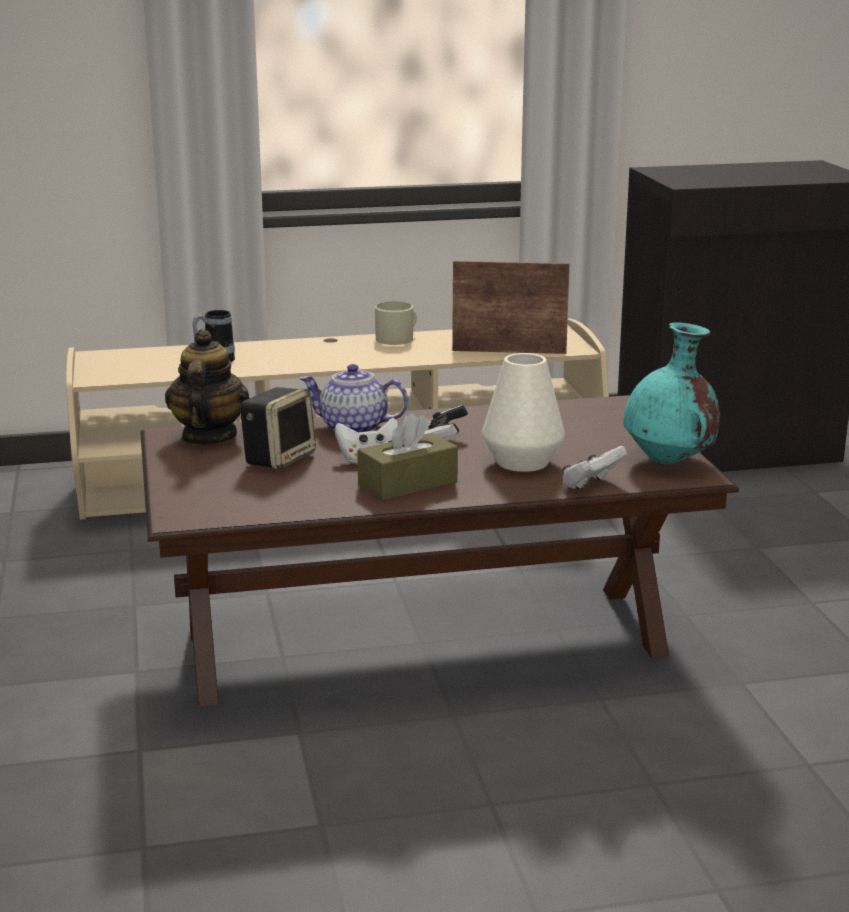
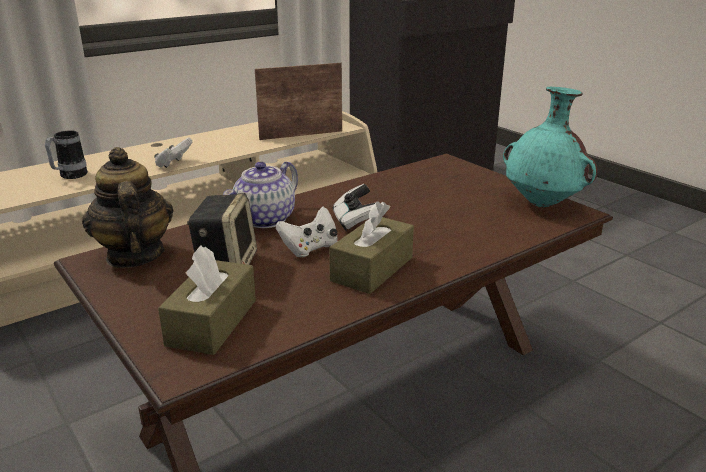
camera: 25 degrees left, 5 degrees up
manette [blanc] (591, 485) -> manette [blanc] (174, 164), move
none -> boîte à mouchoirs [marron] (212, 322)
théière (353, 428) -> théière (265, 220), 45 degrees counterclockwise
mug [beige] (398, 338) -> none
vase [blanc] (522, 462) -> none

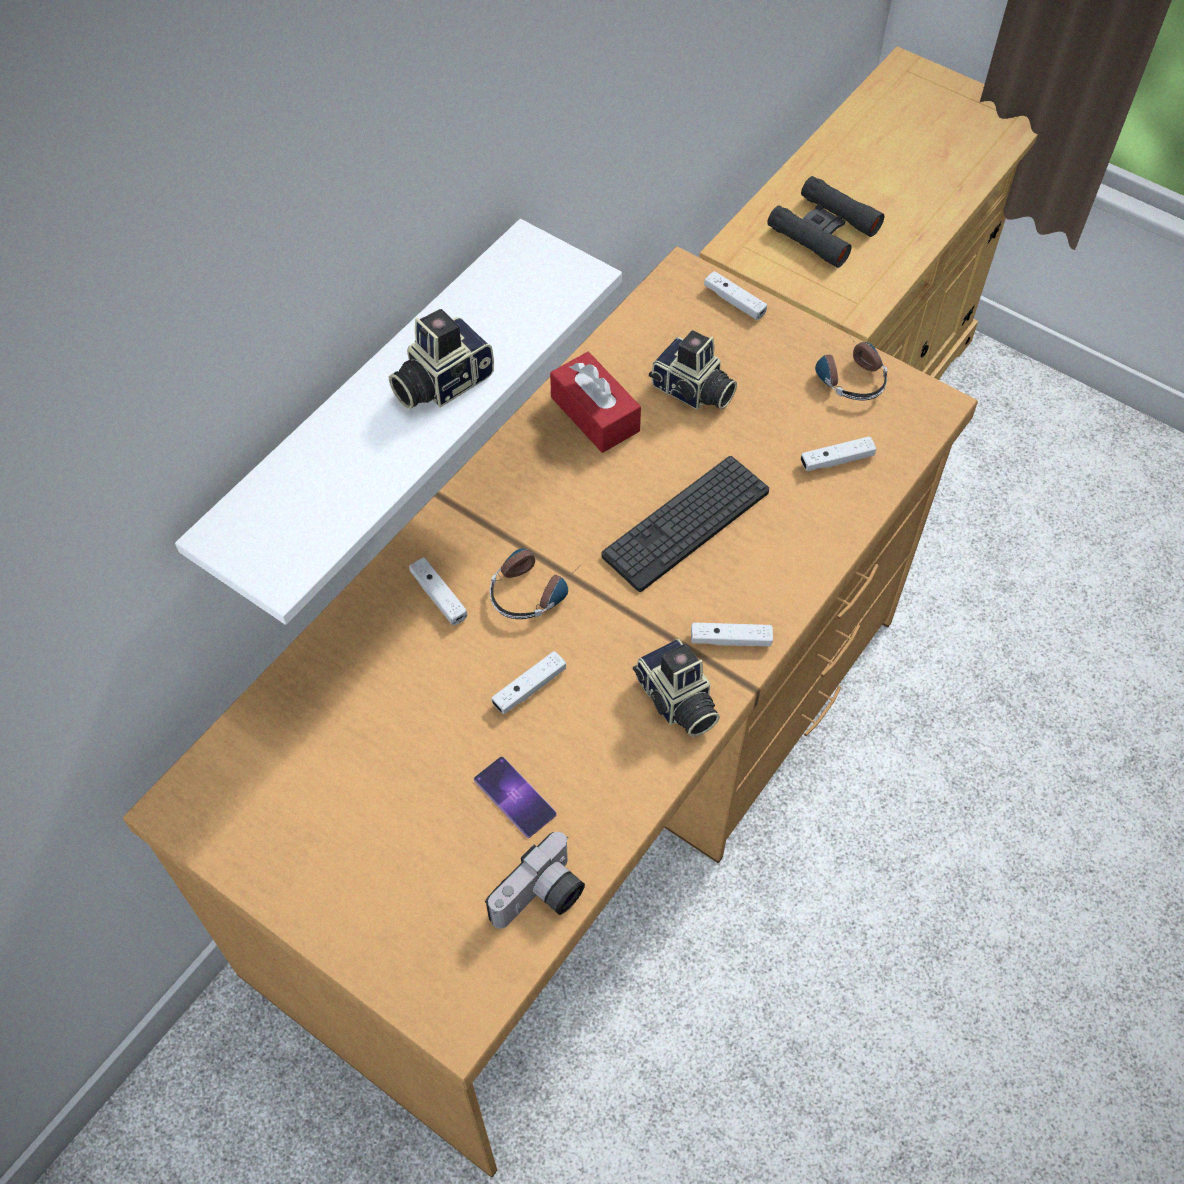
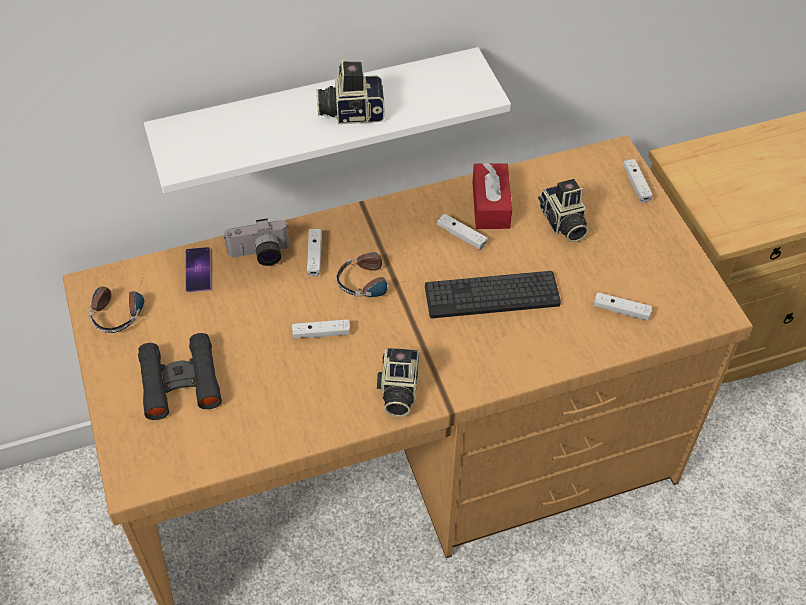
camera: 35 degrees right, 5 degrees down
casque audio (846, 373) -> casque audio (119, 308), move
jumelles [noir] (823, 230) -> jumelles [noir] (180, 381), move
téléphone (515, 797) -> téléphone (198, 270), move
appareil photo (541, 899) -> appareil photo (260, 255), move
manette [blanc] (730, 640) -> manette [blanc] (461, 236), move

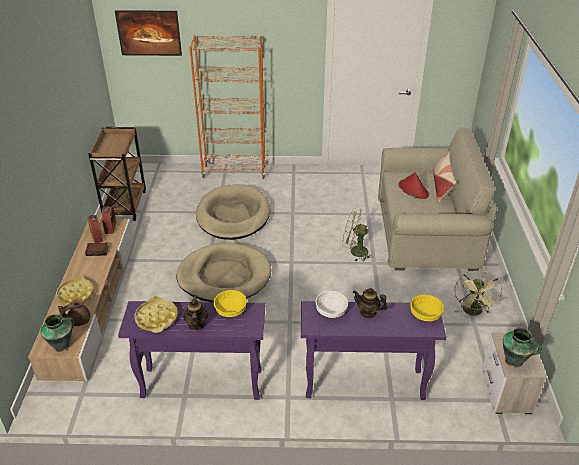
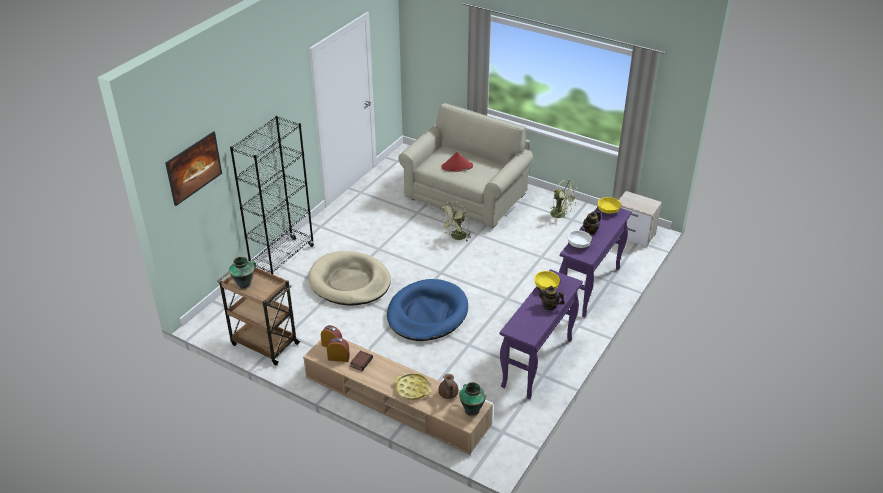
camera: 60 degrees left, 0 degrees up
vase (514, 361) -> vase (245, 284), move
bibliothèque [orange] (234, 172) -> bibliothèque [noir] (282, 259)
panier pour chien [beige] (224, 276) -> panier pour chien [bleu] (427, 313)
plateau [jaune] (157, 318) -> none
coussin (441, 186) -> none

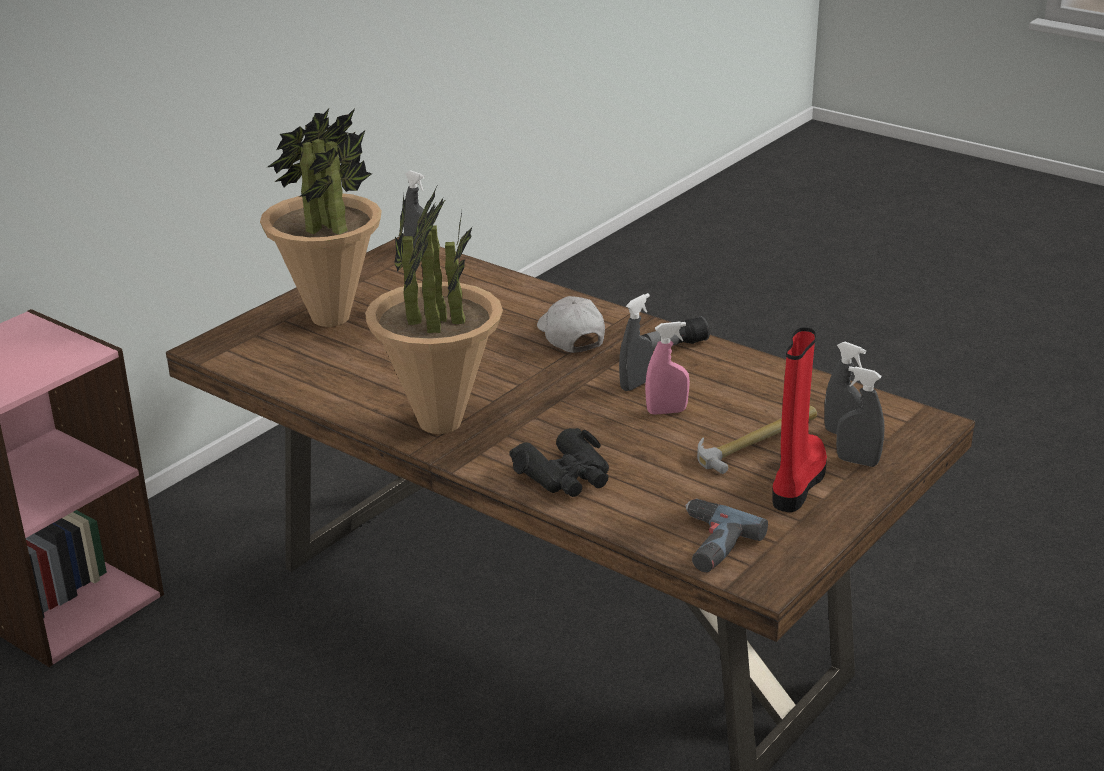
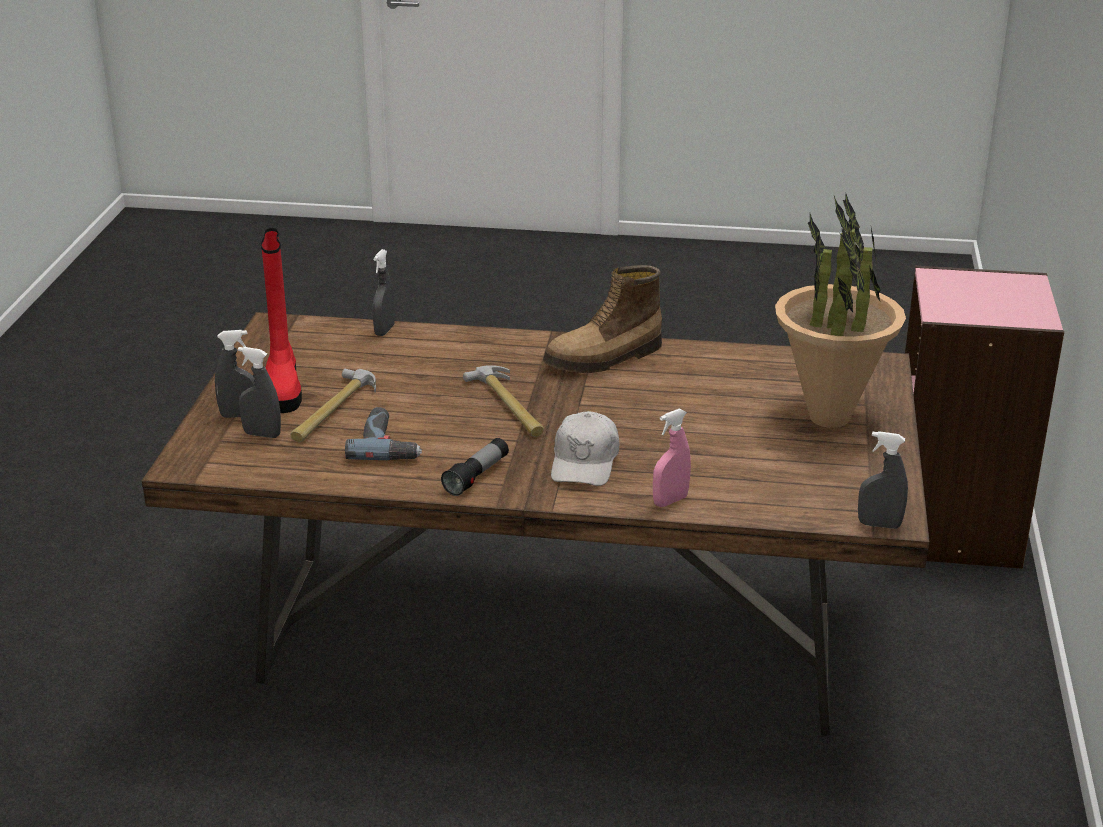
camera: 150 degrees right, 0 degrees up
perceuse (708, 544) -> perceuse (388, 444), move
vaporisateur [gris] (635, 385) -> vaporisateur [gris] (384, 330), move
none -> marteau (508, 405)
plante en pot (439, 422) -> botte (605, 359)
casquette [blanc] (570, 336) -> casquette [blanc] (585, 462), 60 degrees clockwise
vaporisateur [rose] (666, 411) -> vaporisateur [rose] (670, 501), move
jumelles [noir] (565, 476) -> none

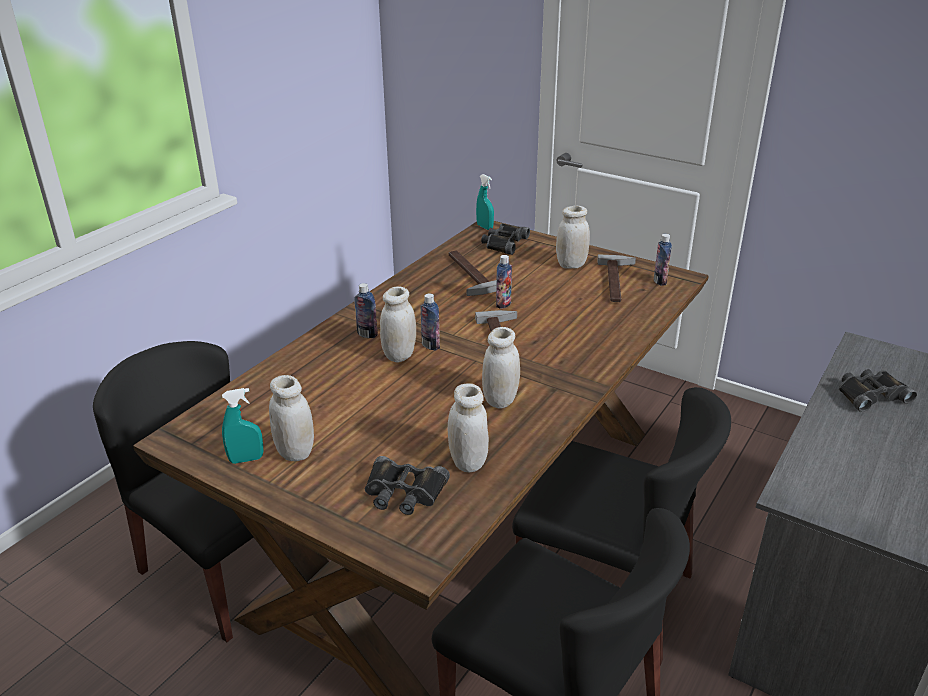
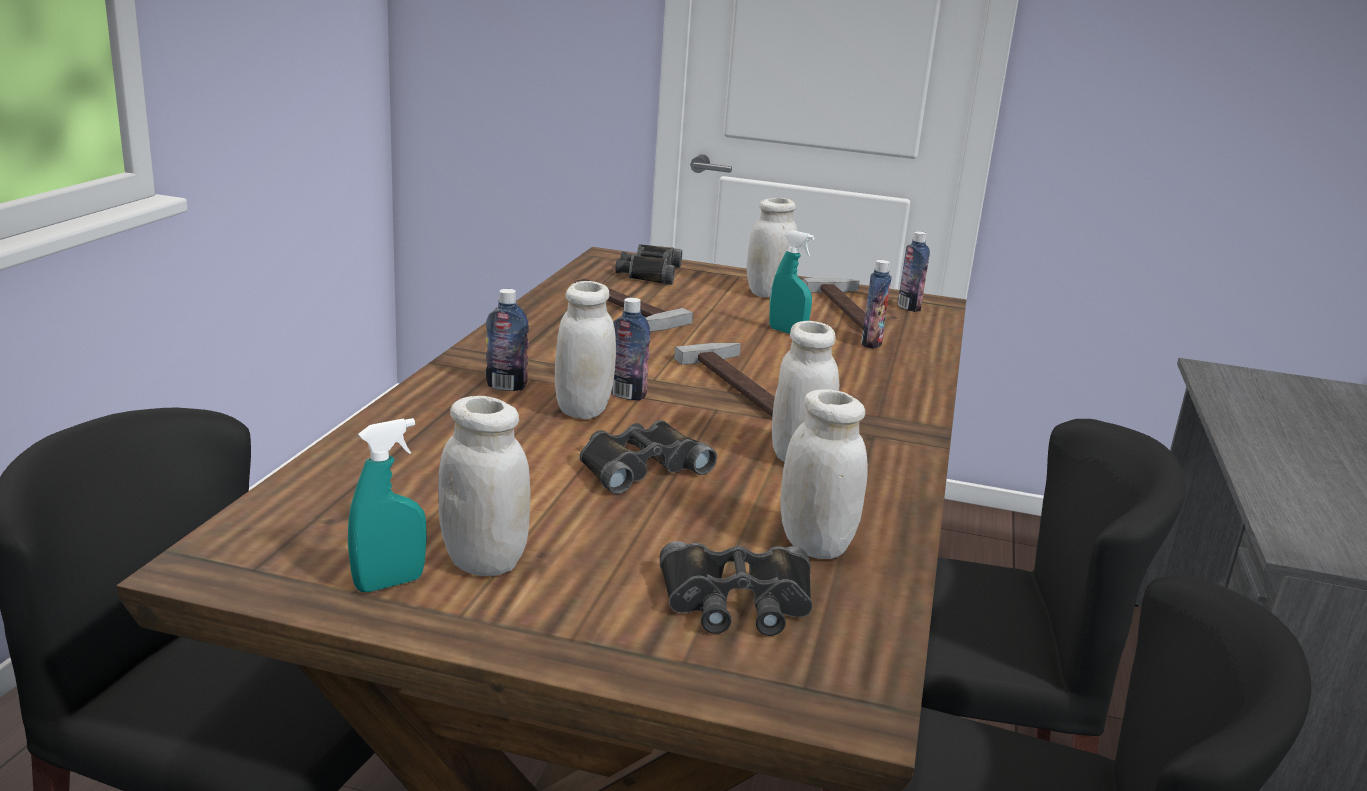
camera: 20 degrees left, 10 degrees down
jumelles [noir] (870, 394) -> jumelles [noir] (640, 466), move
vaporisateur [turquoise] (485, 227) -> vaporisateur [turquoise] (787, 332), move
bouteille (503, 304) -> bouteille (871, 343), move

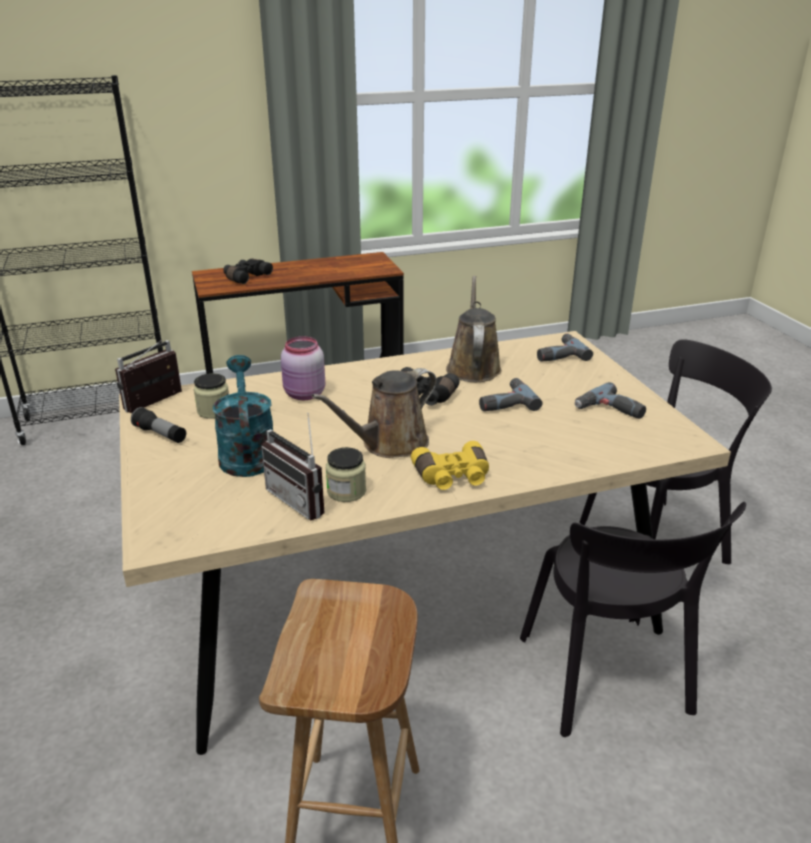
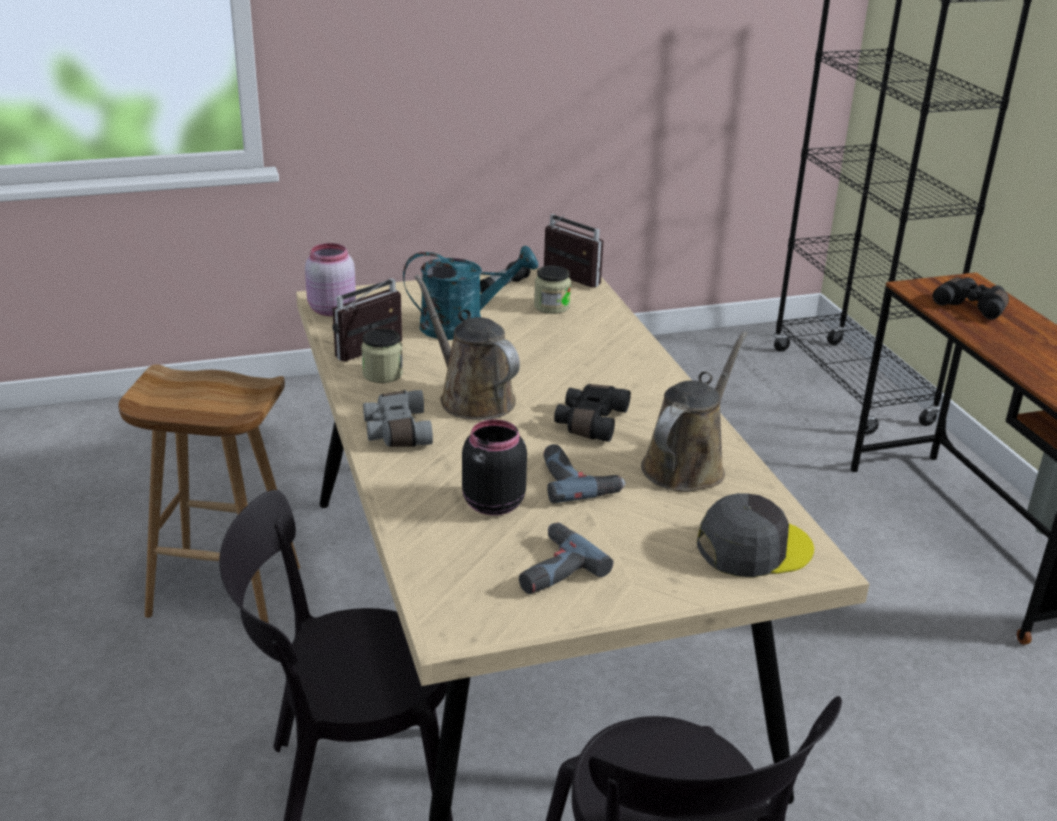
camera: 90 degrees right, 0 degrees up
bocal [rose] (304, 395) -> bocal [rose] (330, 309), move
jumelles [jaune] (453, 477) -> jumelles [gris] (396, 431)
none -> bocal [noir] (491, 503)
arrosoir [marron] (473, 367) -> arrosoir [marron] (687, 465), 60 degrees counterclockwise
perceuse (558, 354) -> casquette [gris] (753, 548)

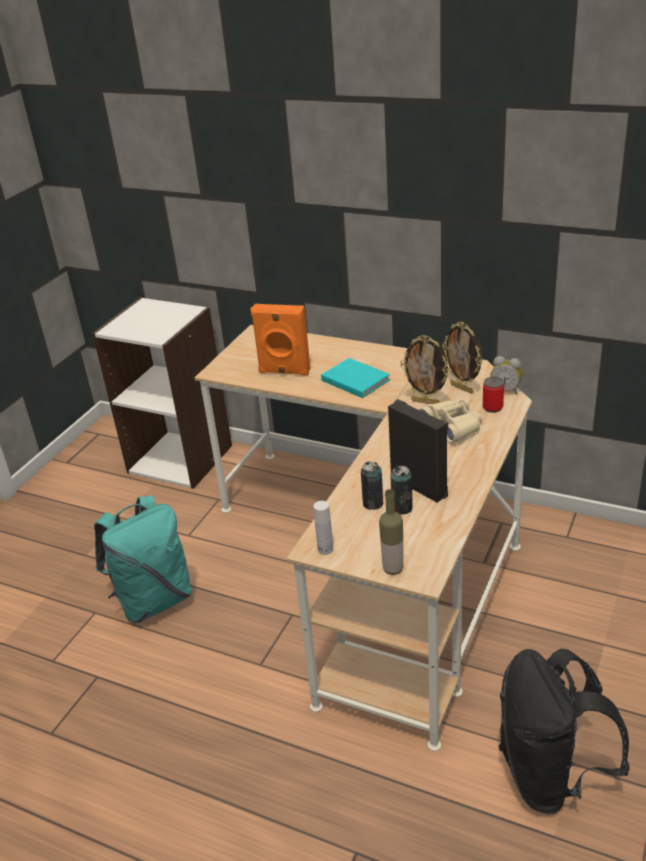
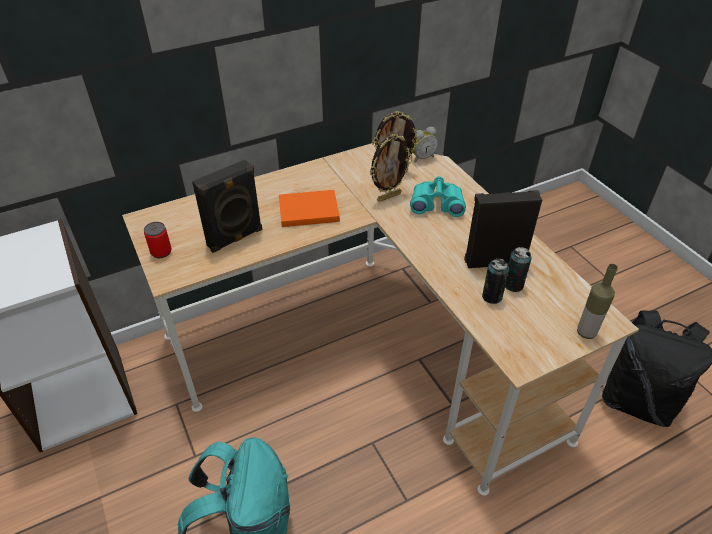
camera: 55 degrees left, 10 degrees up
boîte métallique (492, 407) -> boîte métallique (161, 252), move
enceinte [orange] (284, 372) -> enceinte [noir] (235, 238)
livre [turquoise] (355, 379) -> livre [orange] (307, 210)
jumelles [beige] (452, 426) -> jumelles [turquoise] (437, 204)
bouteille [blanc] (325, 549) -> none

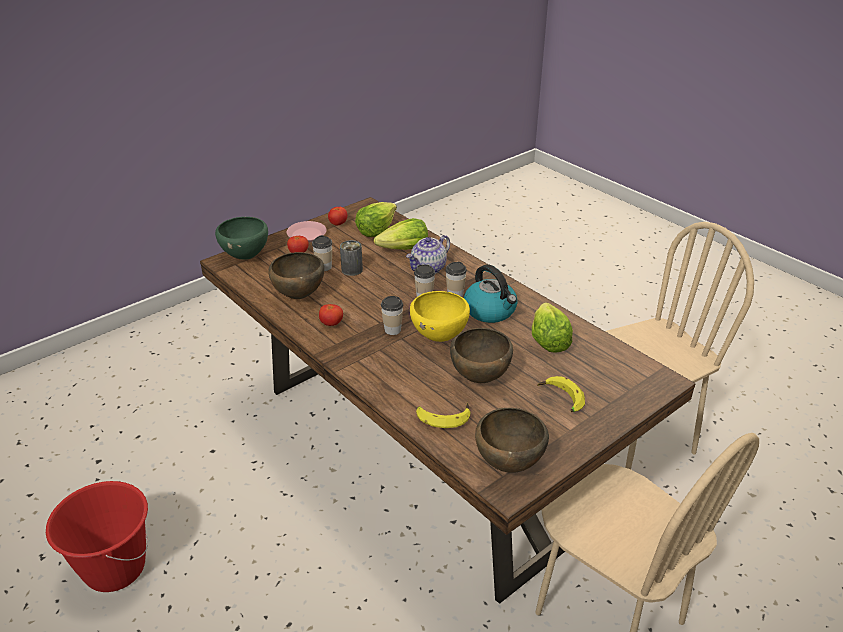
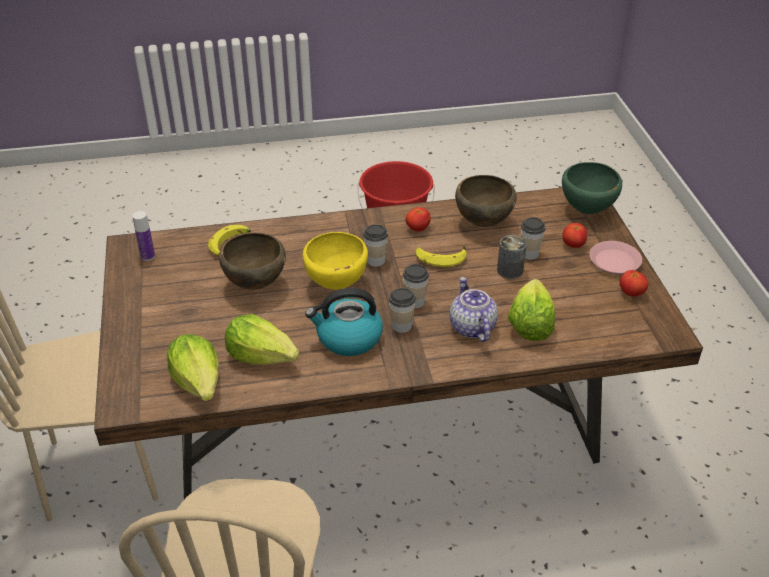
camera: 120 degrees right, 5 degrees up
bol [marron] (508, 465) -> bouteille (148, 256)
laitue (376, 230) -> laitue (199, 382), move
banane (561, 399) -> banane (441, 257), move

